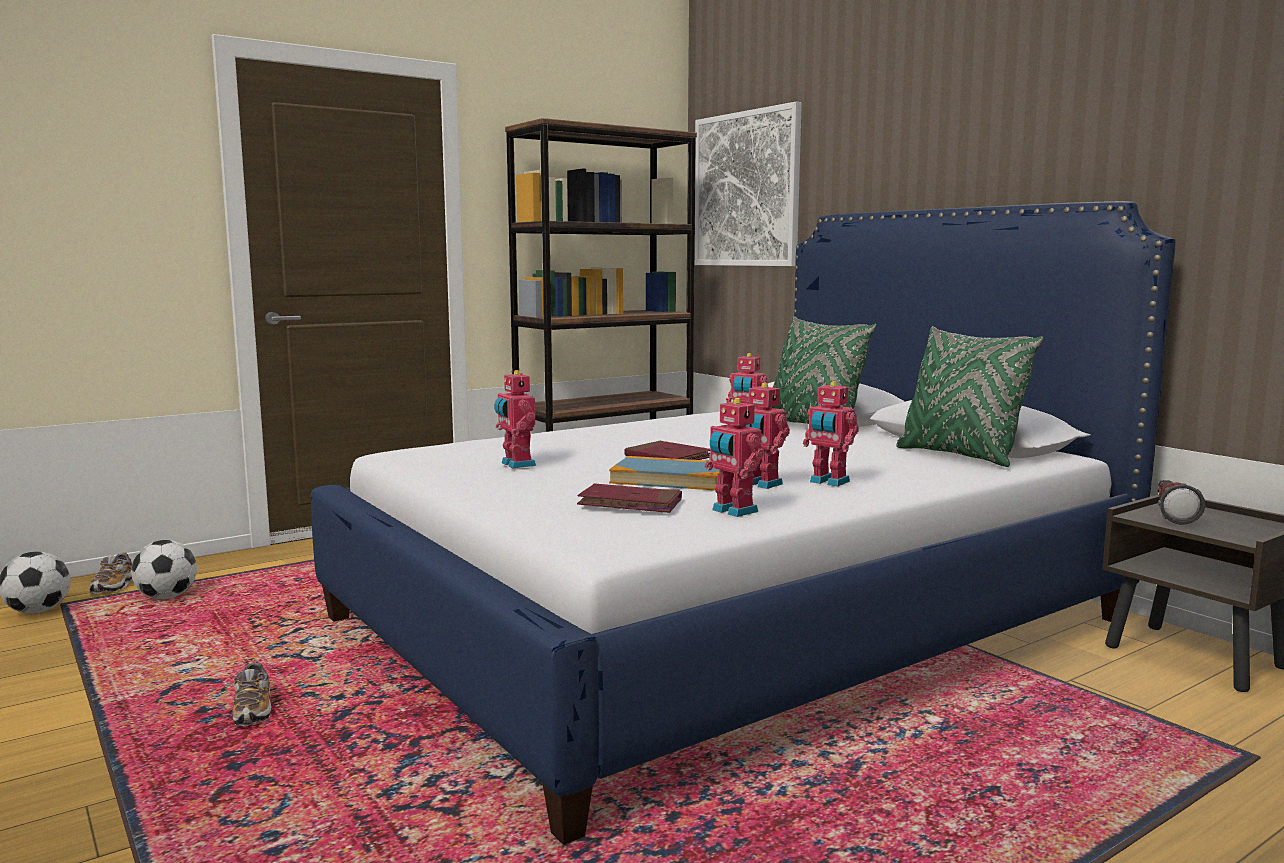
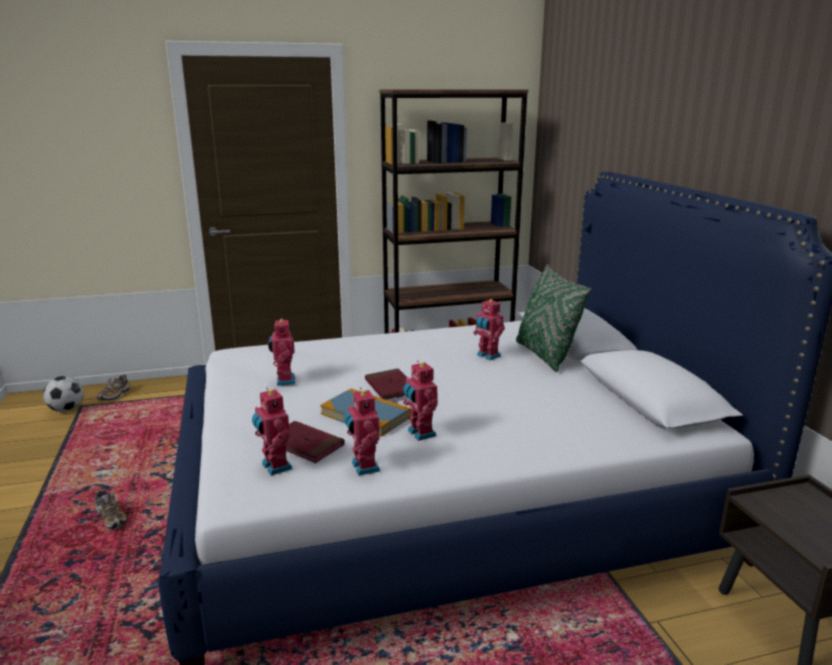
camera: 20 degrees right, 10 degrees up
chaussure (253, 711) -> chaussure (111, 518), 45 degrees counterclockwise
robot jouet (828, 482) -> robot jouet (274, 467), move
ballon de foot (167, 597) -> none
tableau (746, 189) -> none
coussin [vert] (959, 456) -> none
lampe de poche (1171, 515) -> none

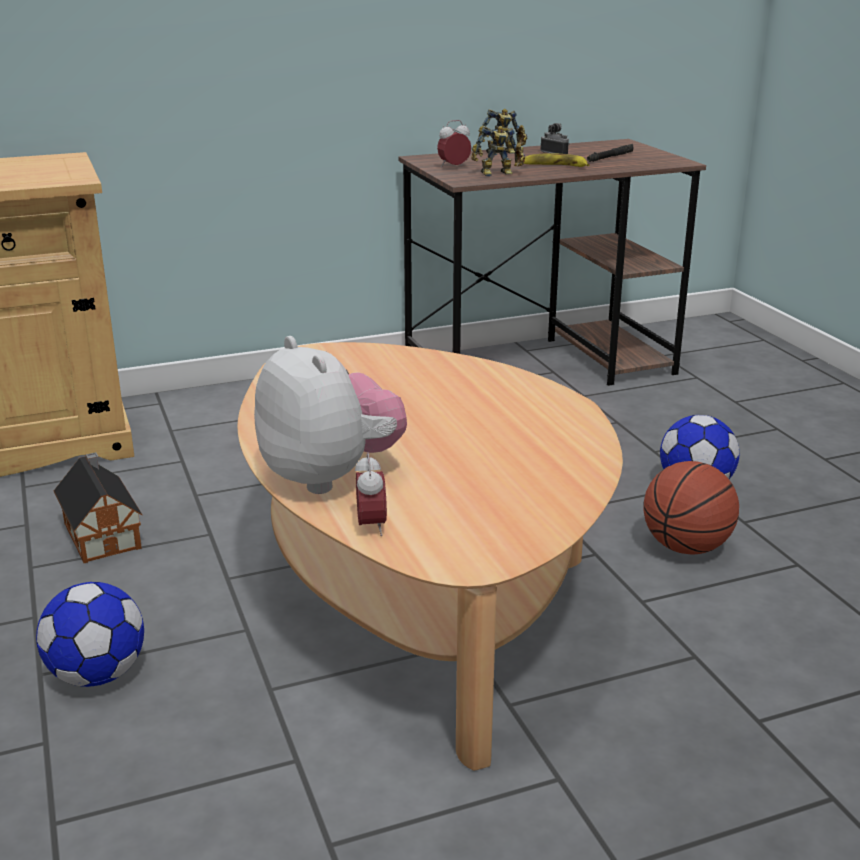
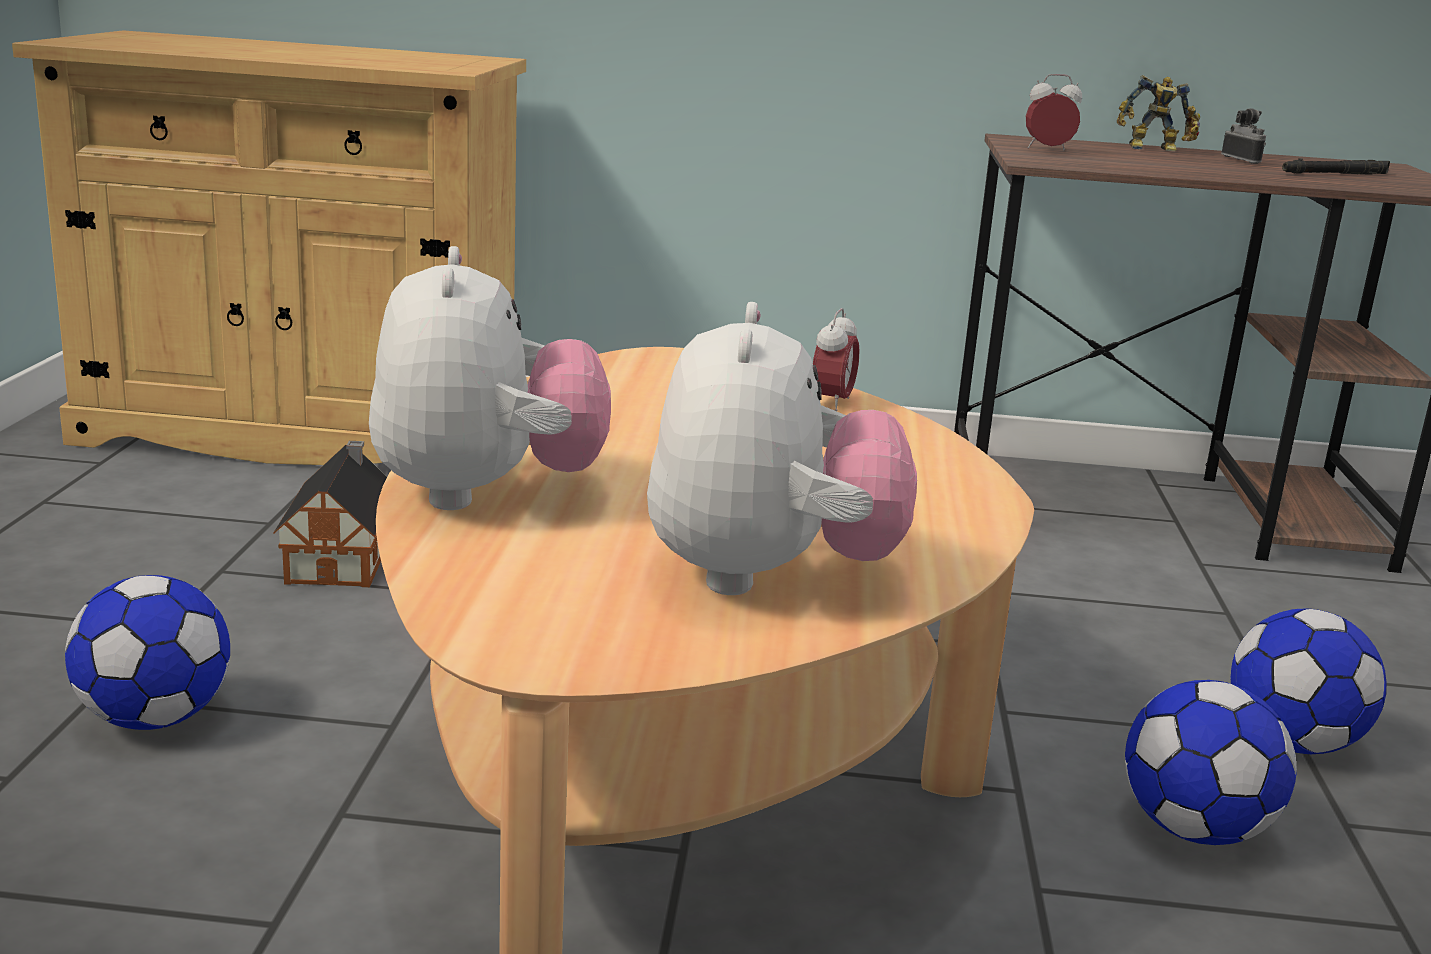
camera: 25 degrees right, 5 degrees down
none -> peluche (768, 577)
réveil (371, 526) -> réveil (831, 403), move
ballon de basket (685, 547) -> ballon de foot (1194, 830)
robot jouet (498, 174) -> none
banane (554, 166) -> none

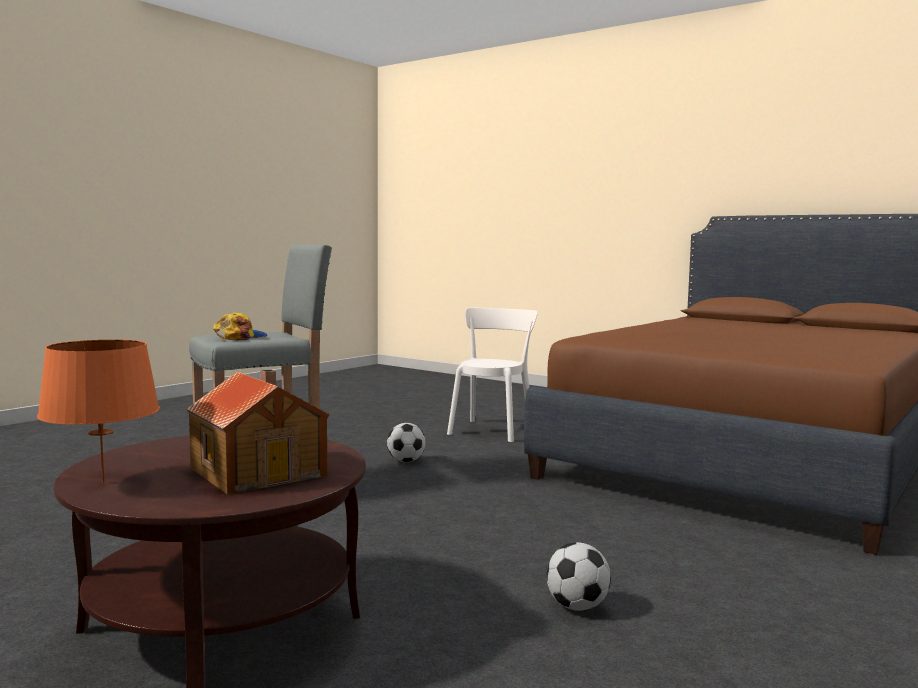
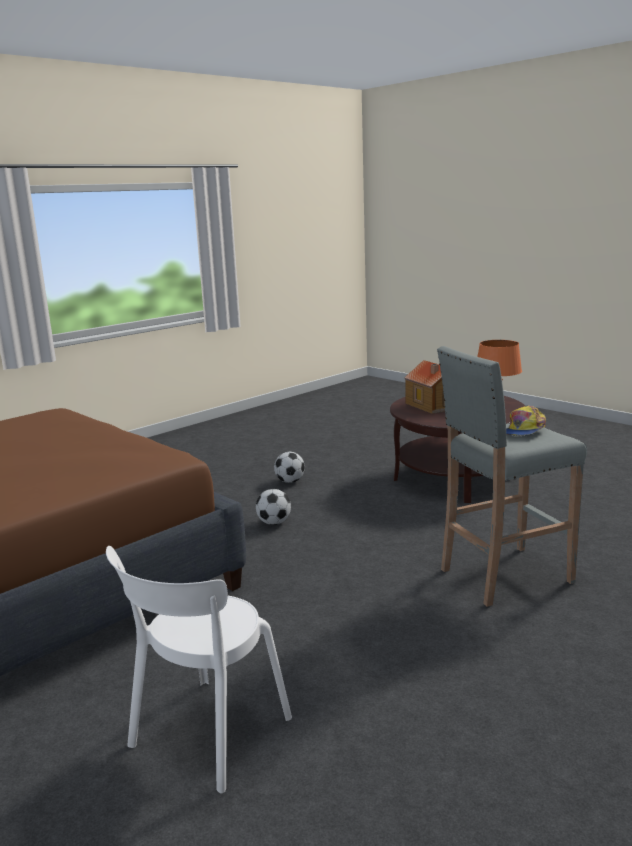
camera: 170 degrees left, 10 degrees up
ballon de foot (406, 461) -> ballon de foot (274, 523), move

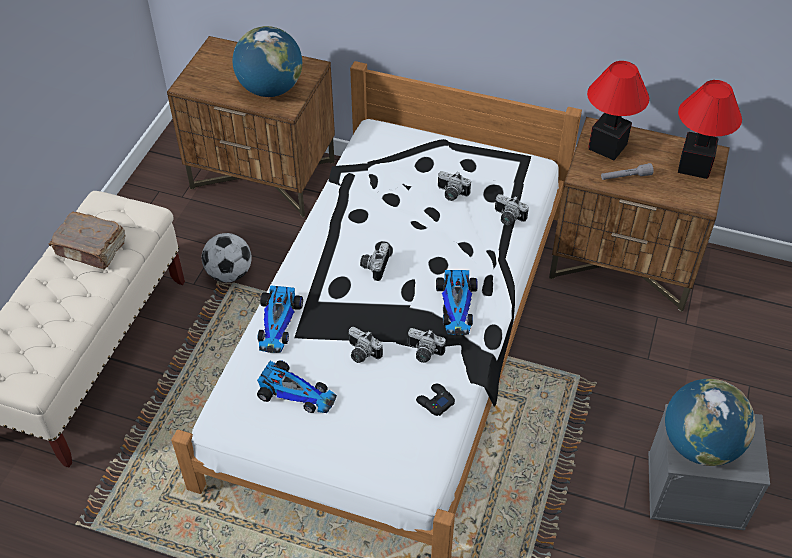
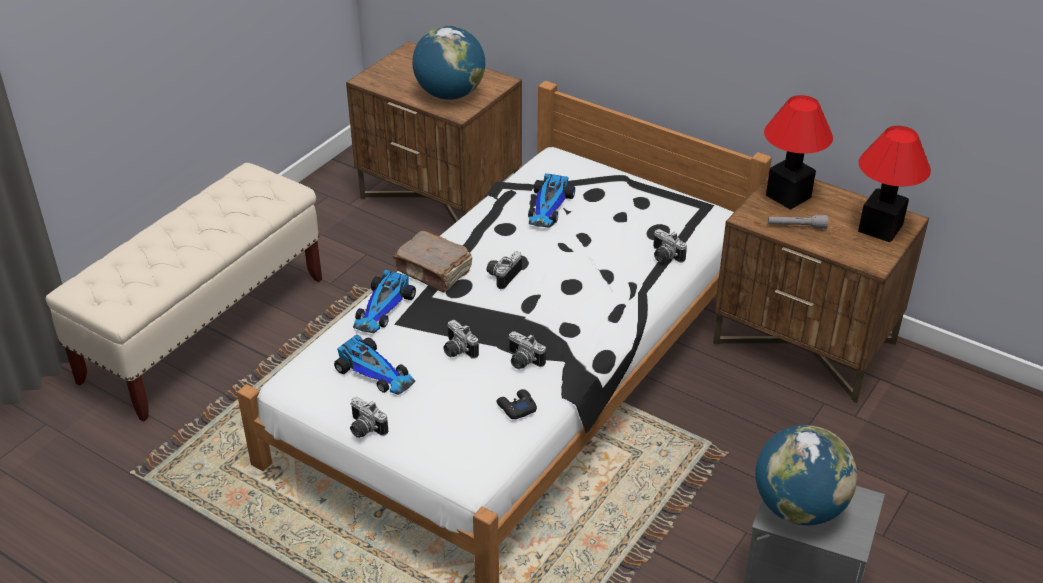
camera: 15 degrees right, 10 degrees down
appareil photo (451, 194) -> appareil photo (364, 429), move
livre [marron] (91, 249) -> livre [marron] (434, 272), move
petite voiture (457, 306) -> petite voiture (549, 207), move
ballon de foot (229, 273) -> none

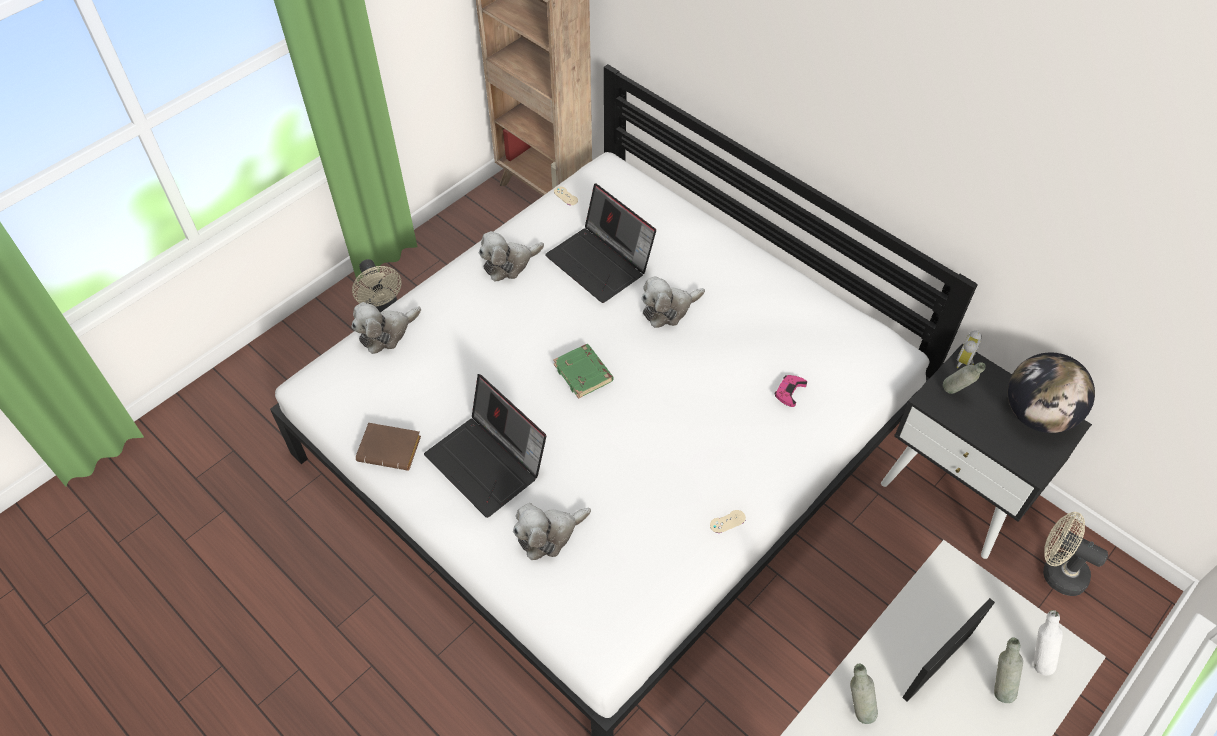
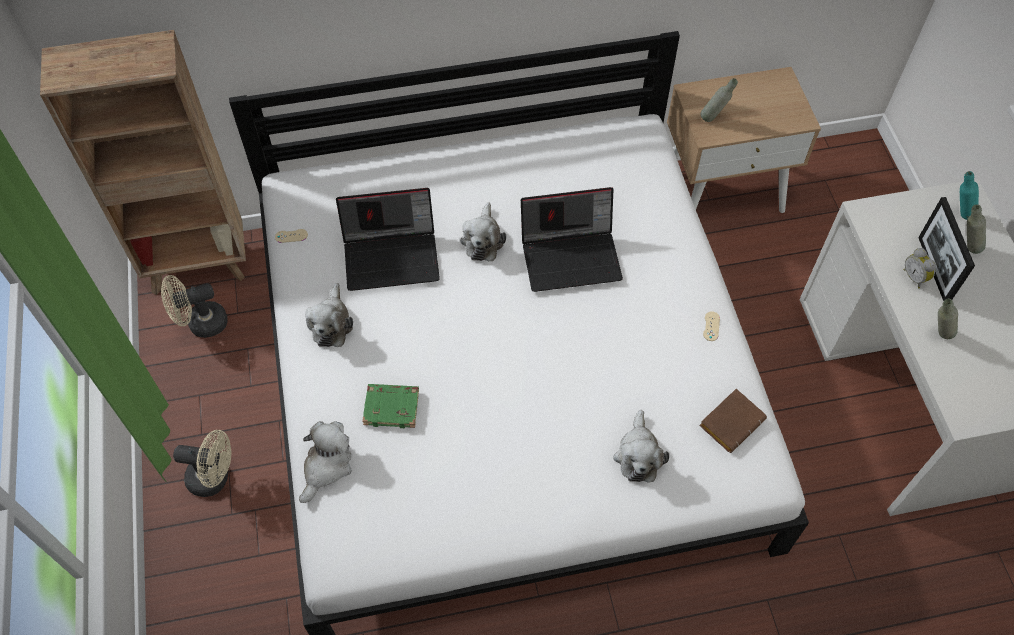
camera: 55 degrees left, 5 degrees up
ventilateur [beige] (1057, 571) -> ventilateur [beige] (201, 324), move
peluche (386, 333) -> peluche (326, 466), 150 degrees counterclockwise
livre [vert] (584, 373) -> livre [vert] (392, 407), move
ordinateur portable (488, 463) -> ordinateur portable (572, 256), move
table de chevet [noir] (957, 492) -> table de chevet [beige] (723, 190)
livre [marron] (391, 449) -> livre [marron] (731, 421), move
réveil (965, 361) -> réveil (915, 277), move
bouteille [blanc] (1036, 659) -> bouteille [turquoise] (959, 214)
manette [rose] (789, 391) -> none
globe (1037, 415) -> none

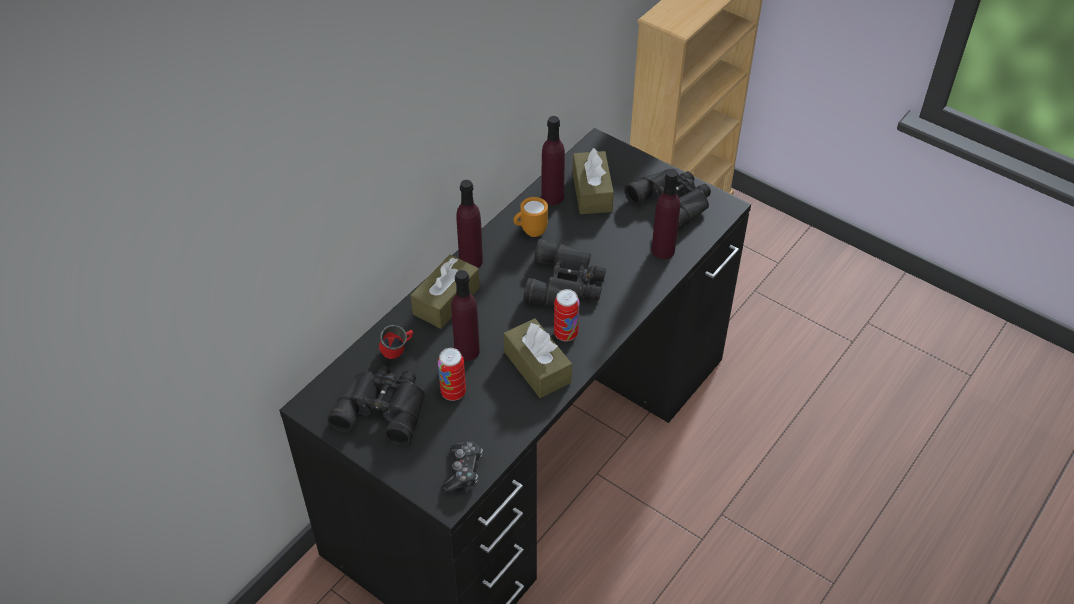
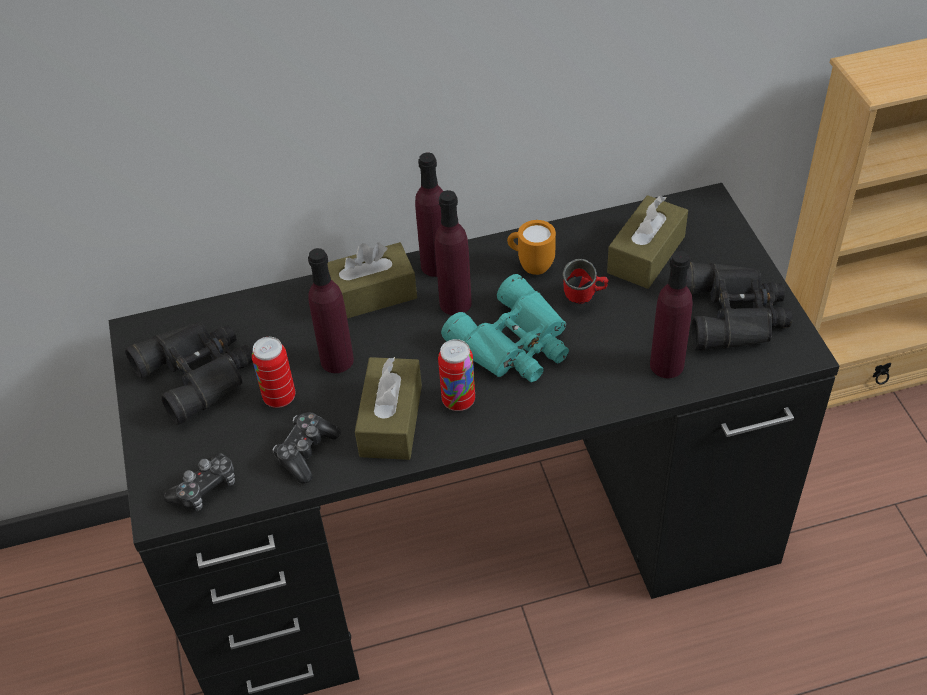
camera: 40 degrees right, 0 degrees up
none -> manette (306, 452)
bouteille [violet] (552, 197) -> bouteille [violet] (455, 303), move
jumelles [noir] (566, 283) -> jumelles [turquoise] (515, 344)
mug [rouge] (398, 352) -> mug [rouge] (584, 299), move

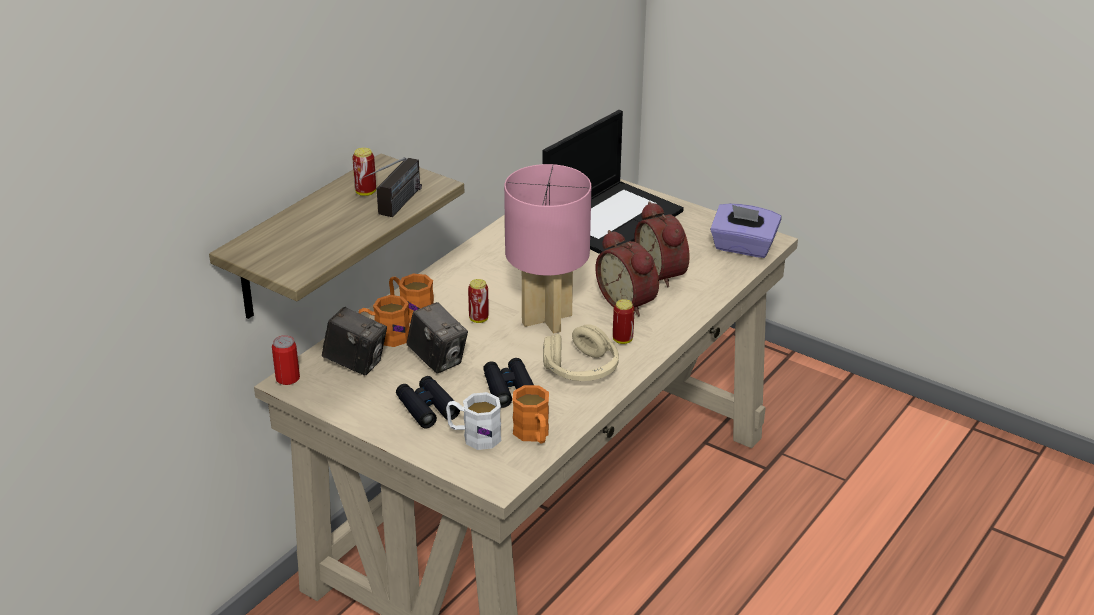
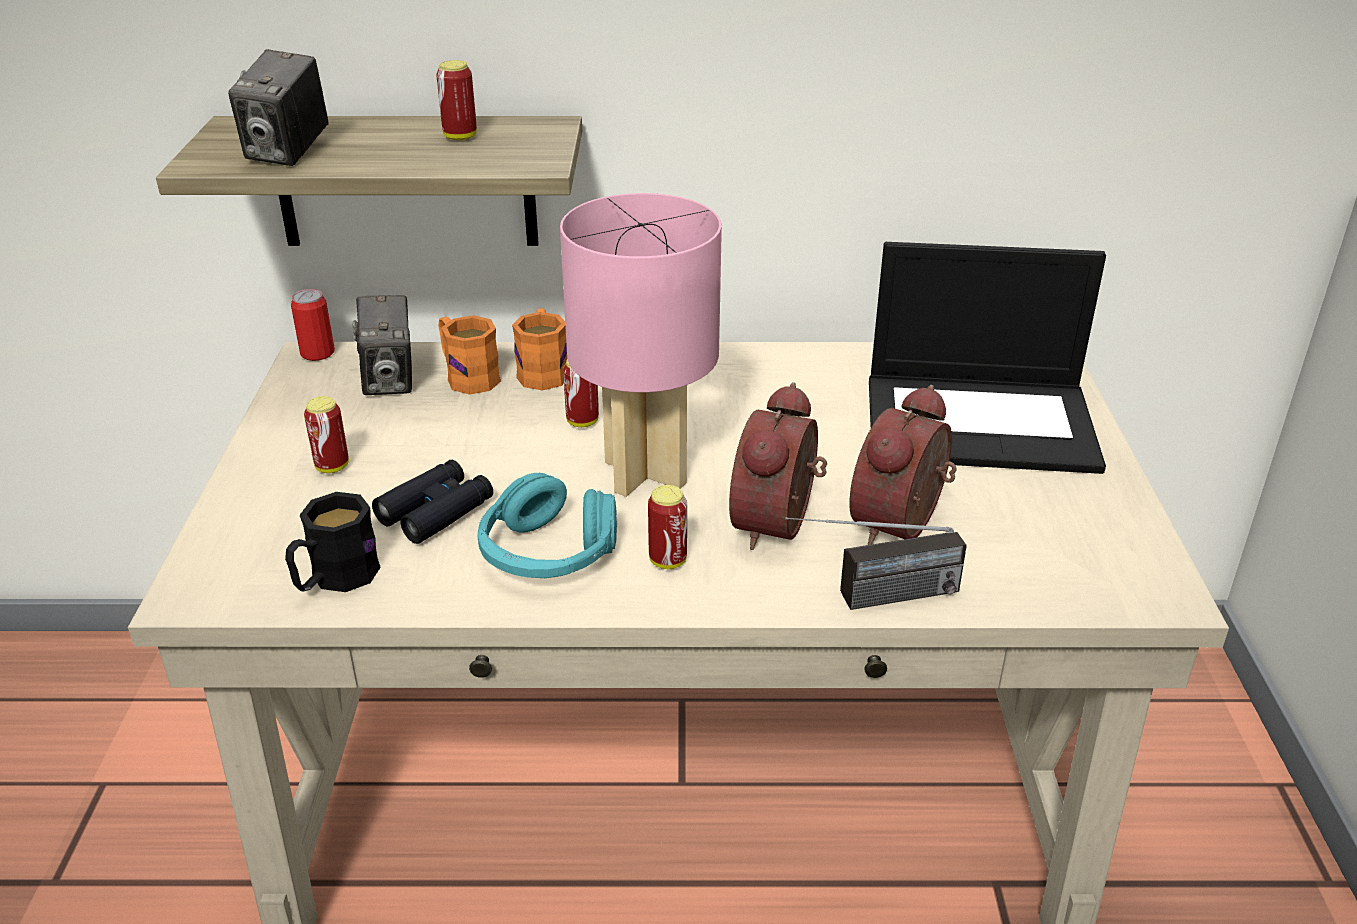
camera: 55 degrees right, 0 degrees up
appareil photo (437, 360) -> appareil photo (288, 153), move
mug [orange] (533, 435) -> mug [noir] (335, 579)
jumelles [noir] (427, 408) -> boîte métallique (332, 466)
casque audio [beige] (581, 369) -> casque audio [turquoise] (547, 553)
radio (393, 209) -> radio (871, 599), move
mug [blanc] (474, 436) -> none
boîte à mouchoirs [violet] (743, 247) -> none

